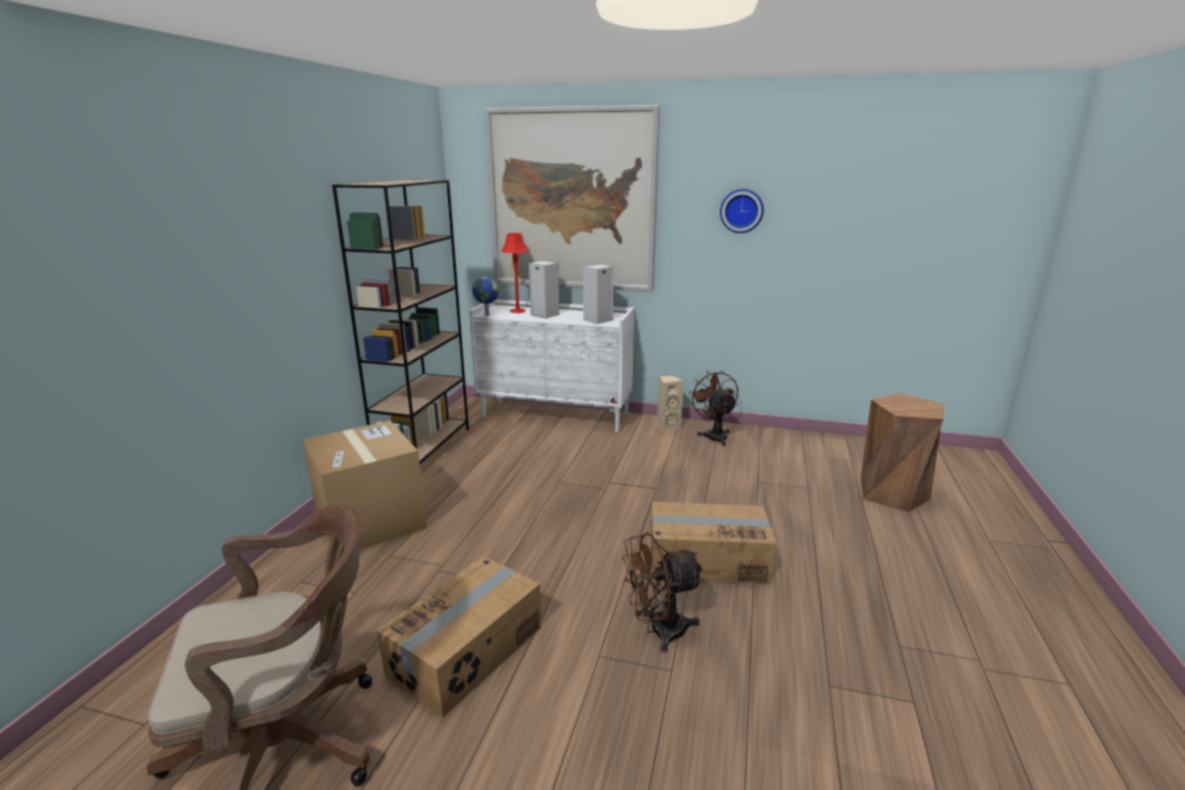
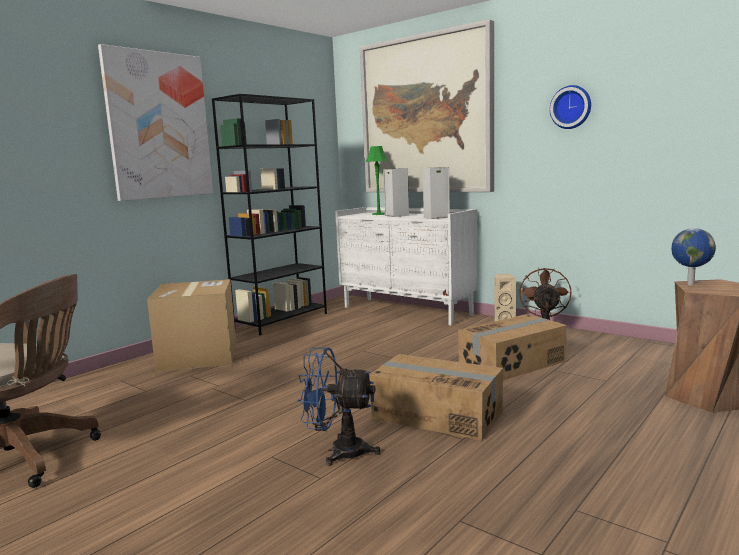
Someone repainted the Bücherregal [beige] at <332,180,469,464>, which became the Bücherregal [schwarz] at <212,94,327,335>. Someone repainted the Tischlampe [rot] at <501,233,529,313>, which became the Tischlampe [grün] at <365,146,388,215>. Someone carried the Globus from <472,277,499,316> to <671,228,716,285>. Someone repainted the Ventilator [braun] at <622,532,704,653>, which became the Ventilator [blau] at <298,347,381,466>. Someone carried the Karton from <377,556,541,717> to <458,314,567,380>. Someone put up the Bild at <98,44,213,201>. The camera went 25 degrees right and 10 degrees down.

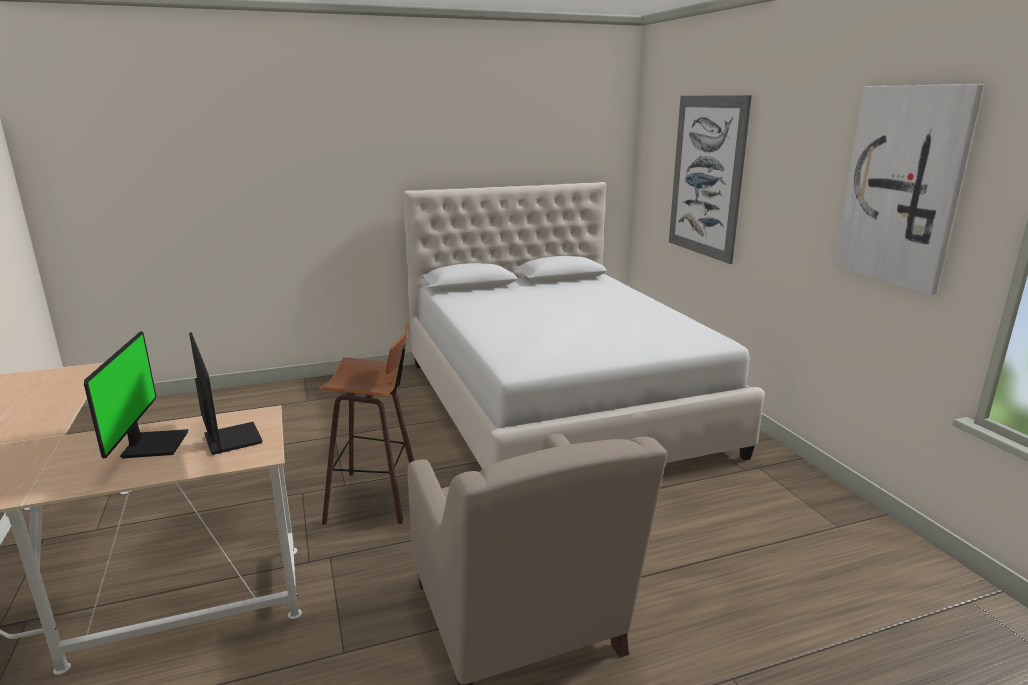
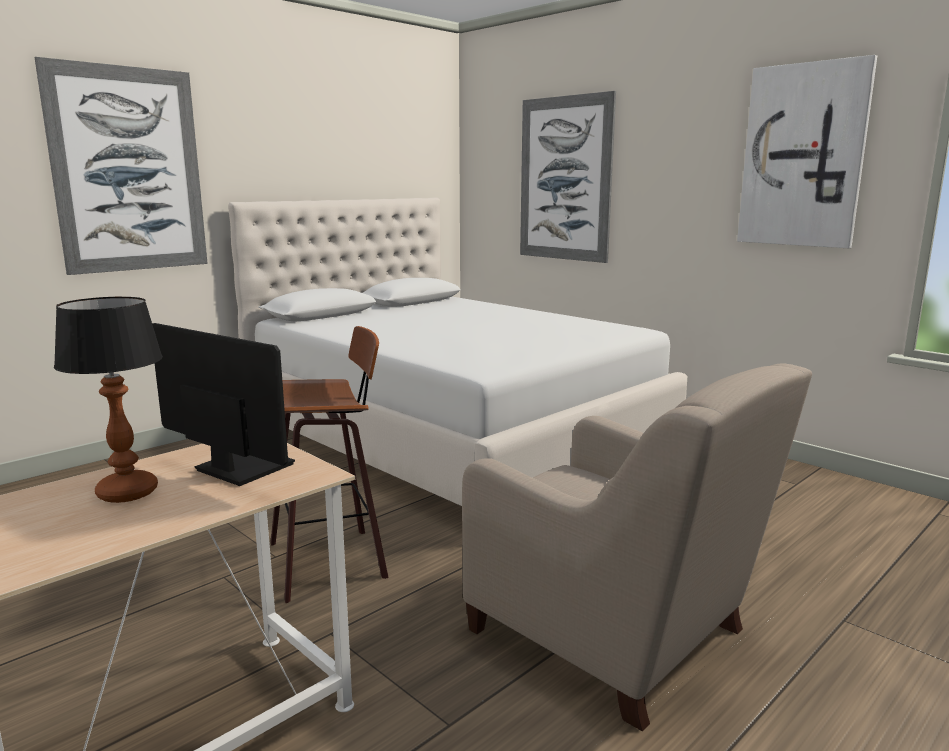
Someone swapped the Monitor at <84,332,189,458> for the Tischlampe at <54,297,163,503>. Someone put up the Bild at <34,57,208,275>. The camera went 25 degrees left and 5 degrees down.

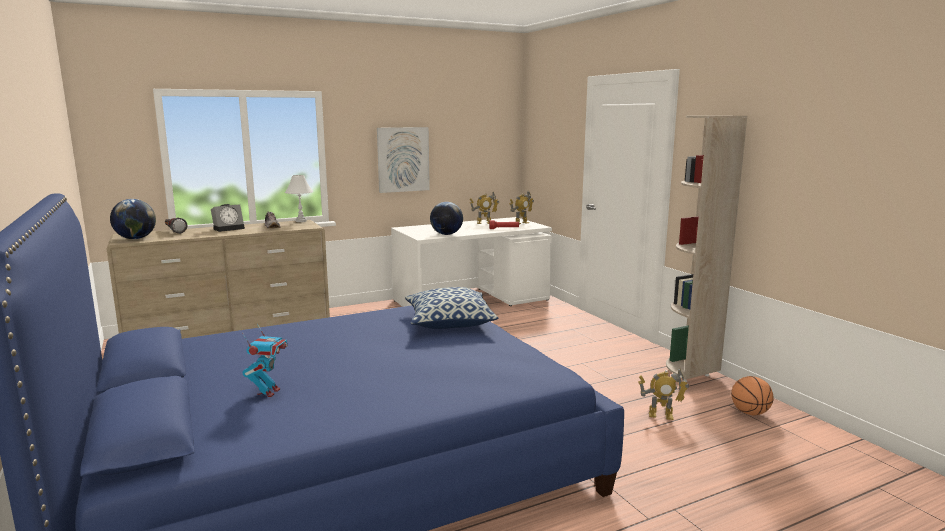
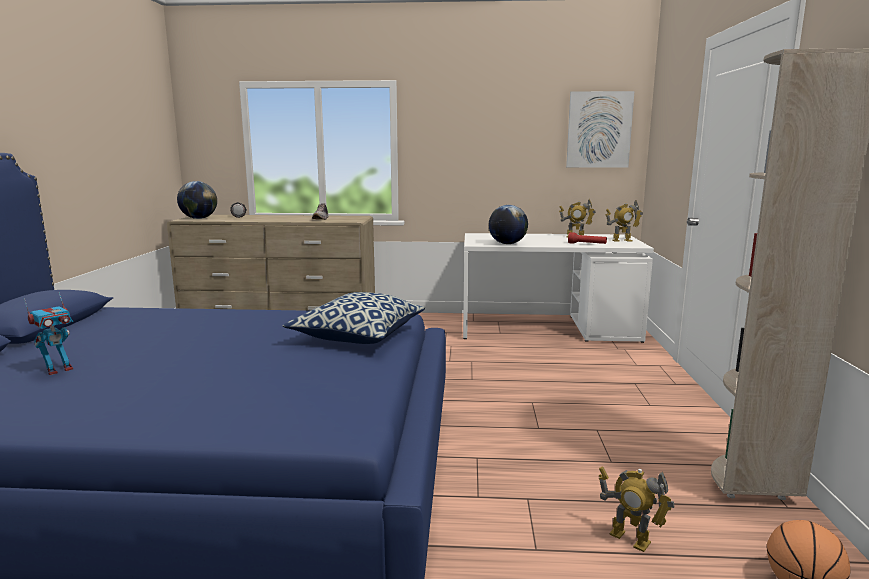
Someone carried the Bild from <377,127,430,193> to <566,91,634,168>. Someone took away the Tischlampe [weiß] at <285,175,314,222>. Someone took away the Wecker at <211,204,245,232>. The camera went 30 degrees right and 0 degrees up.

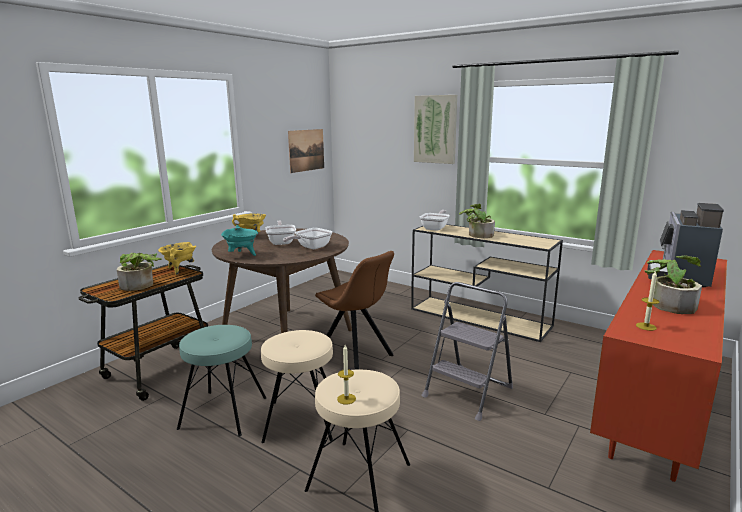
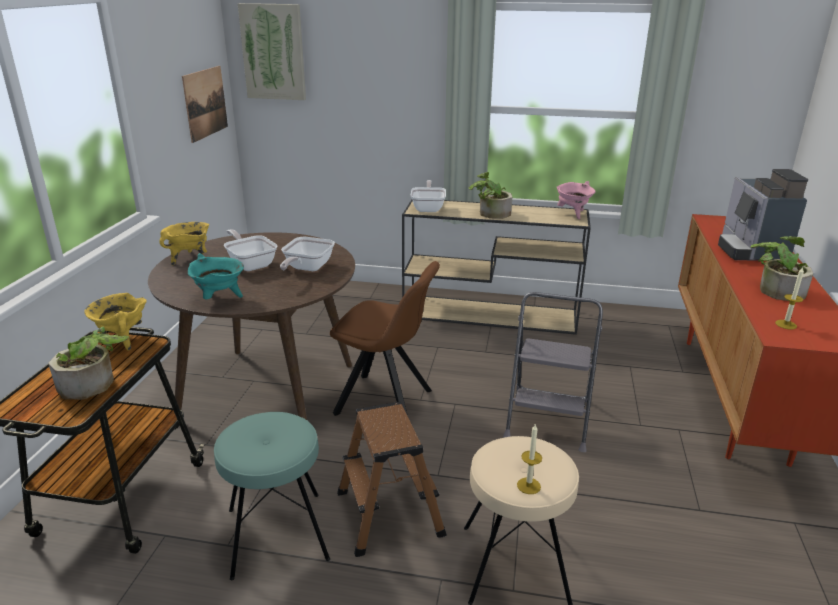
Someone carried the Bild from <414,95,457,164> to <238,3,306,100>. Someone swapped the Hocker [beige] at <261,330,333,443> for the Trittleiter [braun] at <337,401,447,557>. Someone put down the Kochtopf [rosa] at <557,181,596,219>. The camera went 25 degrees left and 10 degrees up.

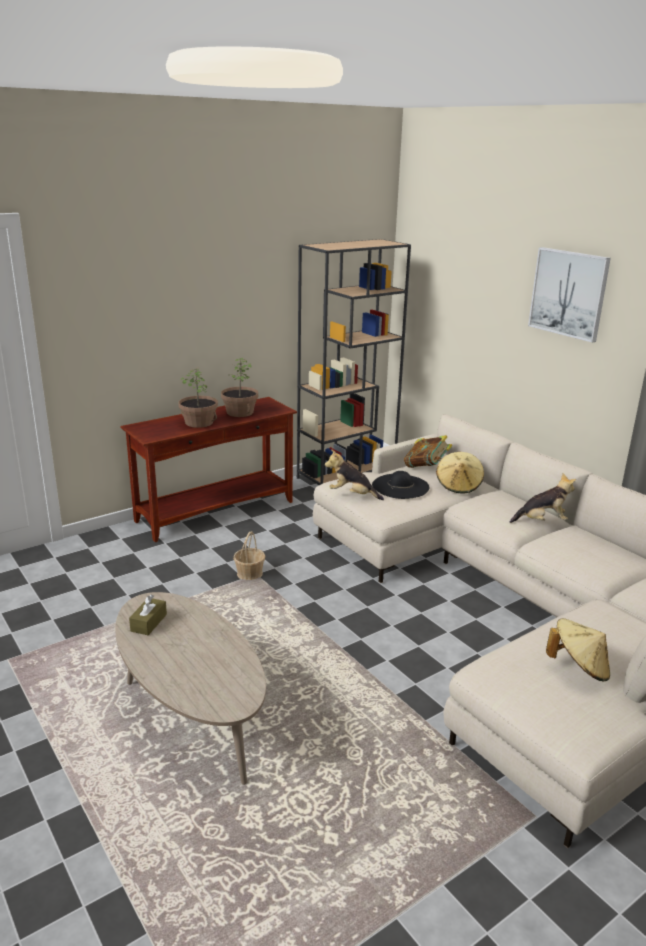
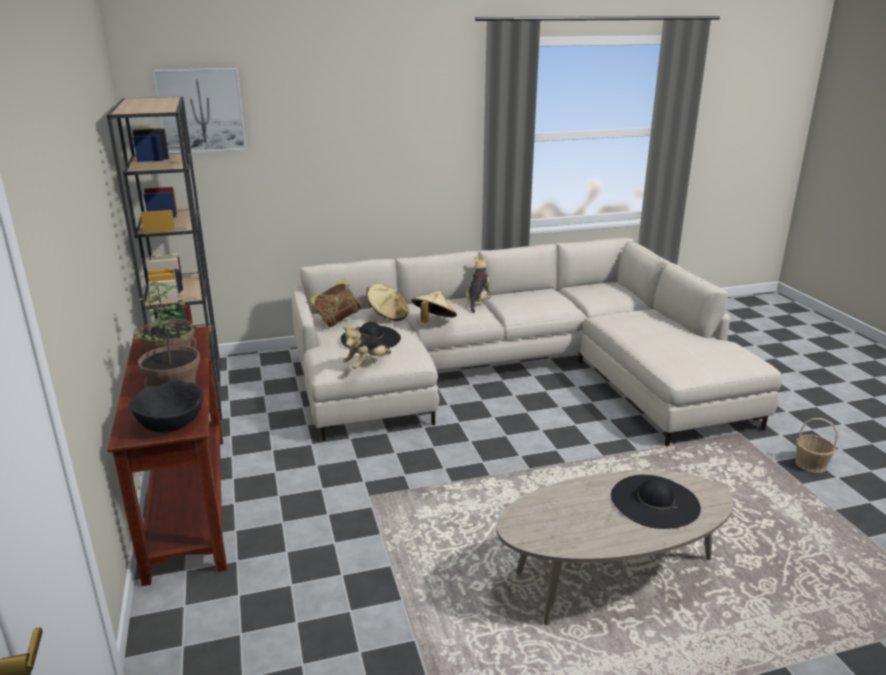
Someone carried the Bild from <528,247,611,343> to <153,68,247,154>. Someone carried the Korb from <233,531,265,580> to <795,418,838,473>. Someone took away the Taschentuchbox [braun] at <129,594,167,635>. Someone carried the Hut [beige] from <546,618,610,682> to <411,291,457,323>. Someone put down the Schüssel [schwarz] at <129,380,203,432>. Someone put down the Hut [schwarz] at <611,475,701,529>. The camera went 70 degrees left and 0 degrees up.

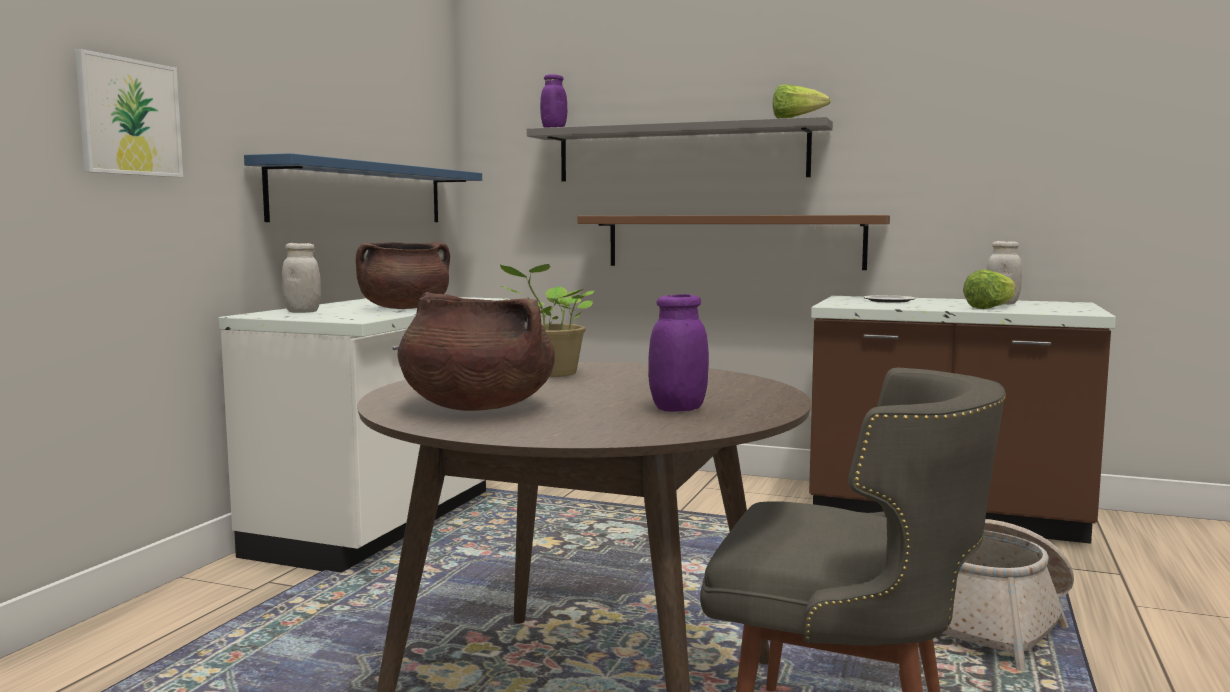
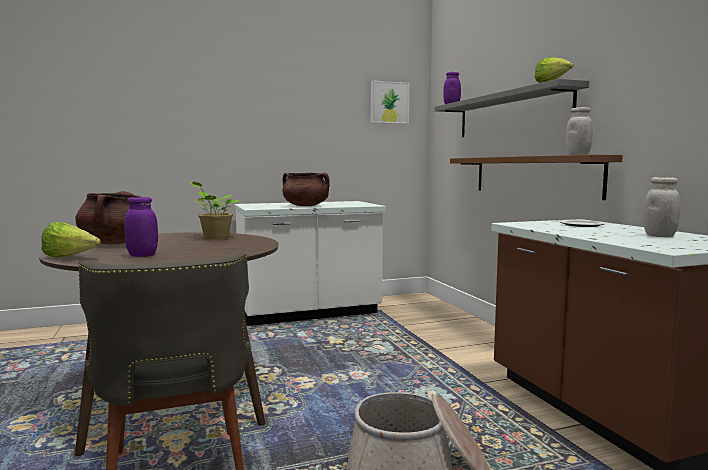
Someone carried the Bild from <75,49,183,177> to <371,80,409,124>. Someone took away the Wandregal [blau] at <244,153,482,222>. Someone carried the Vorratsglas [weiß] from <282,243,321,313> to <566,107,593,155>. Someone carried the Salatkopf from <963,269,1016,309> to <42,222,101,257>. The camera went 50 degrees right and 0 degrees up.

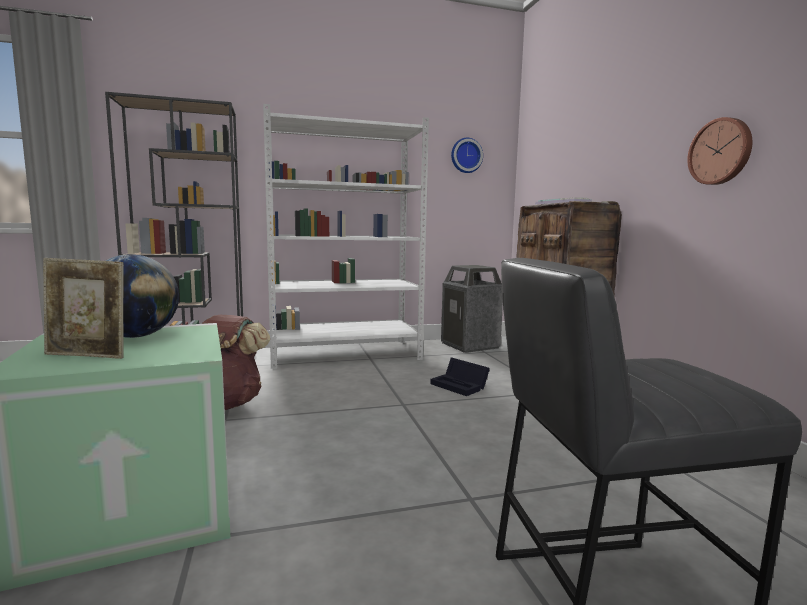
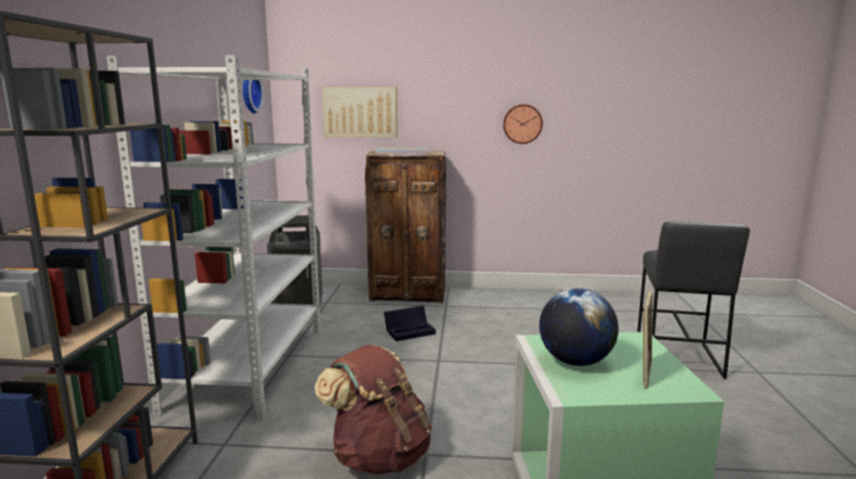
Someone put up the Bild at <322,87,397,138>. The camera went 70 degrees left and 5 degrees up.

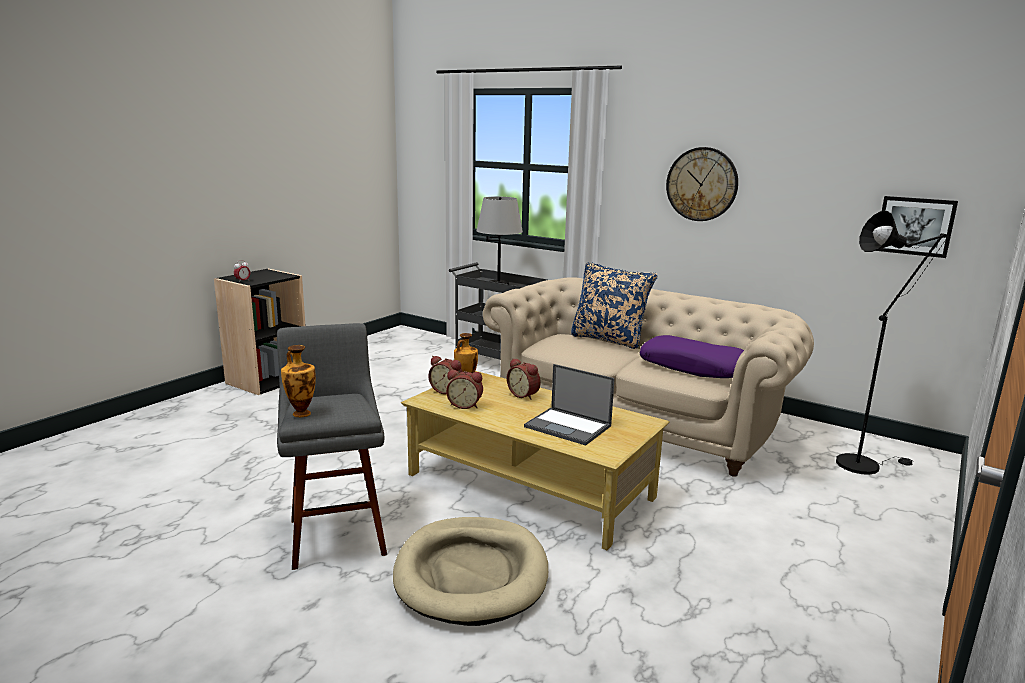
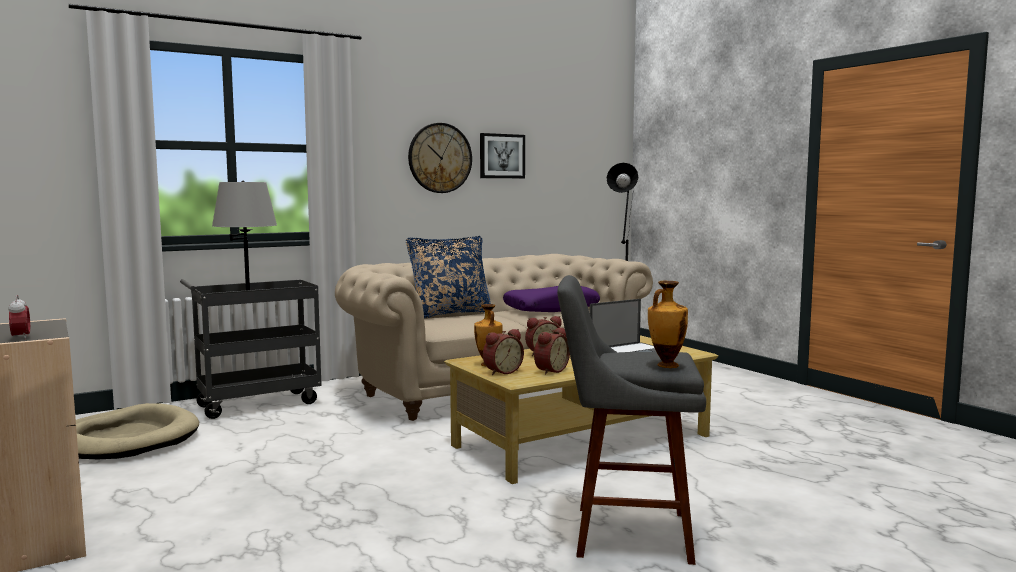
Someone carried the Bild from <876,196,958,258> to <480,133,525,178>. Someone carried the Hundebett [beige] from <393,517,548,626> to <76,403,199,459>. The camera went 65 degrees left and 10 degrees down.

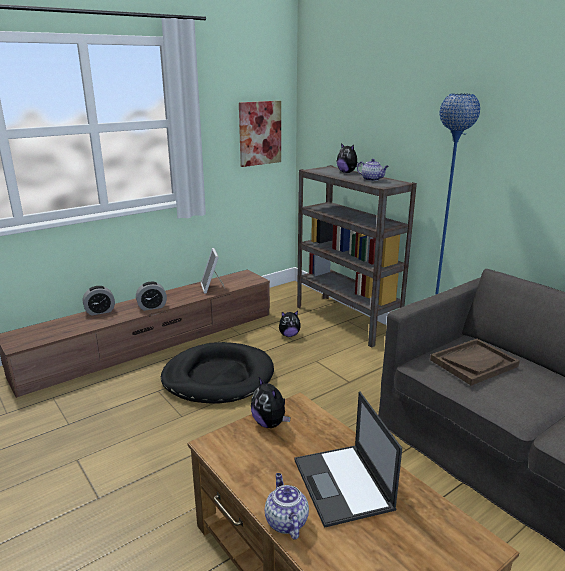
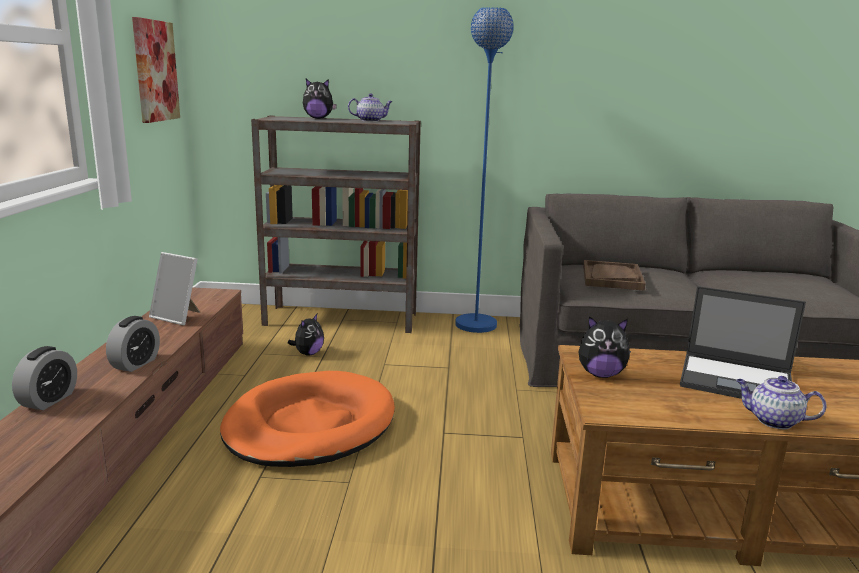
Someone repainted the Hundebett [schwarz] at <161,342,274,404>, which became the Hundebett [orange] at <220,371,395,467>. The camera went 50 degrees left and 5 degrees down.

